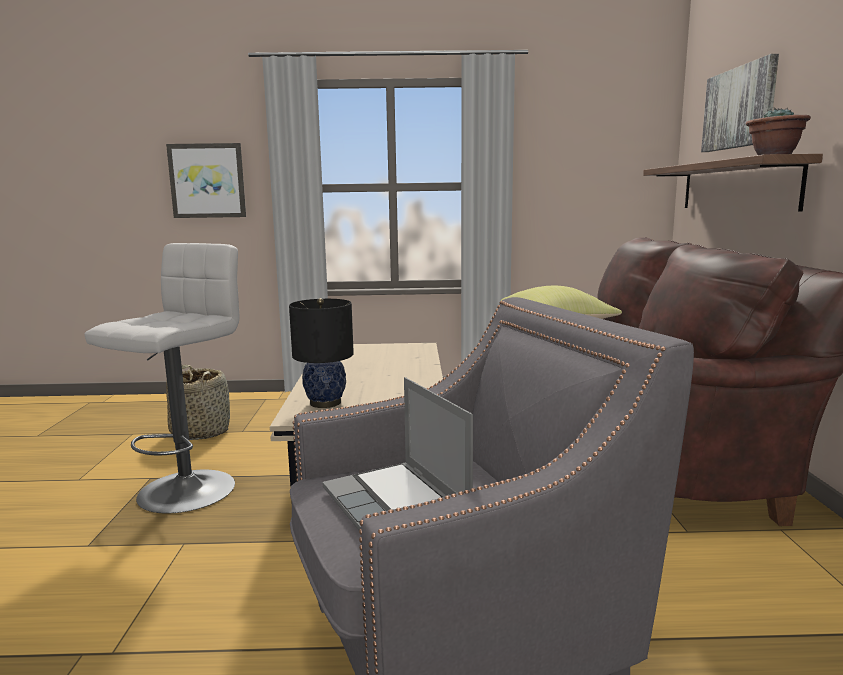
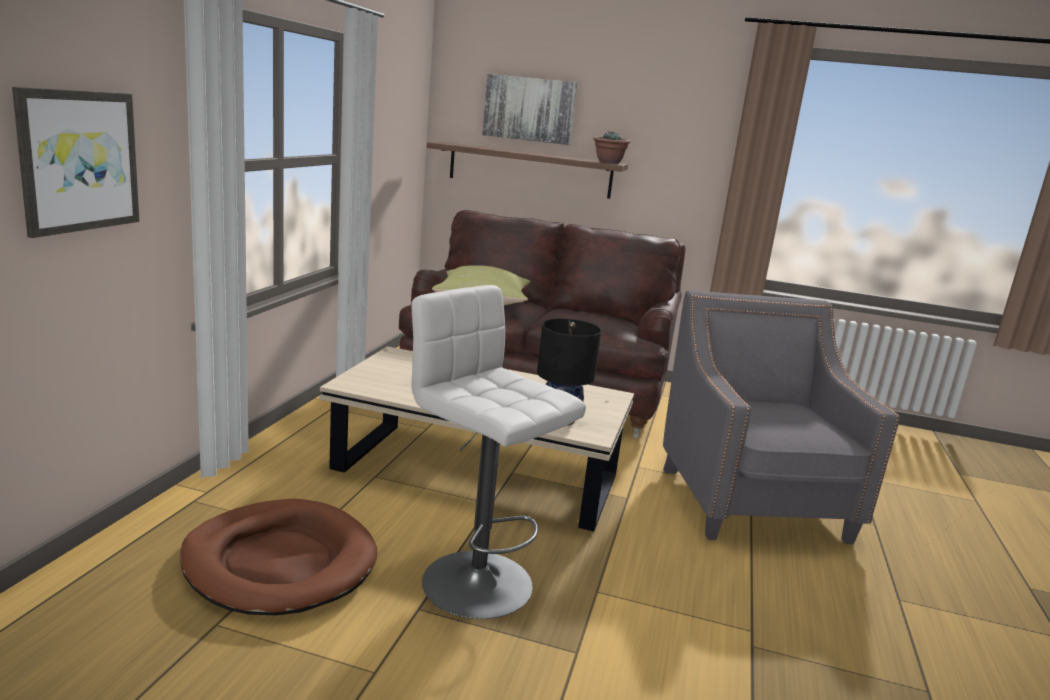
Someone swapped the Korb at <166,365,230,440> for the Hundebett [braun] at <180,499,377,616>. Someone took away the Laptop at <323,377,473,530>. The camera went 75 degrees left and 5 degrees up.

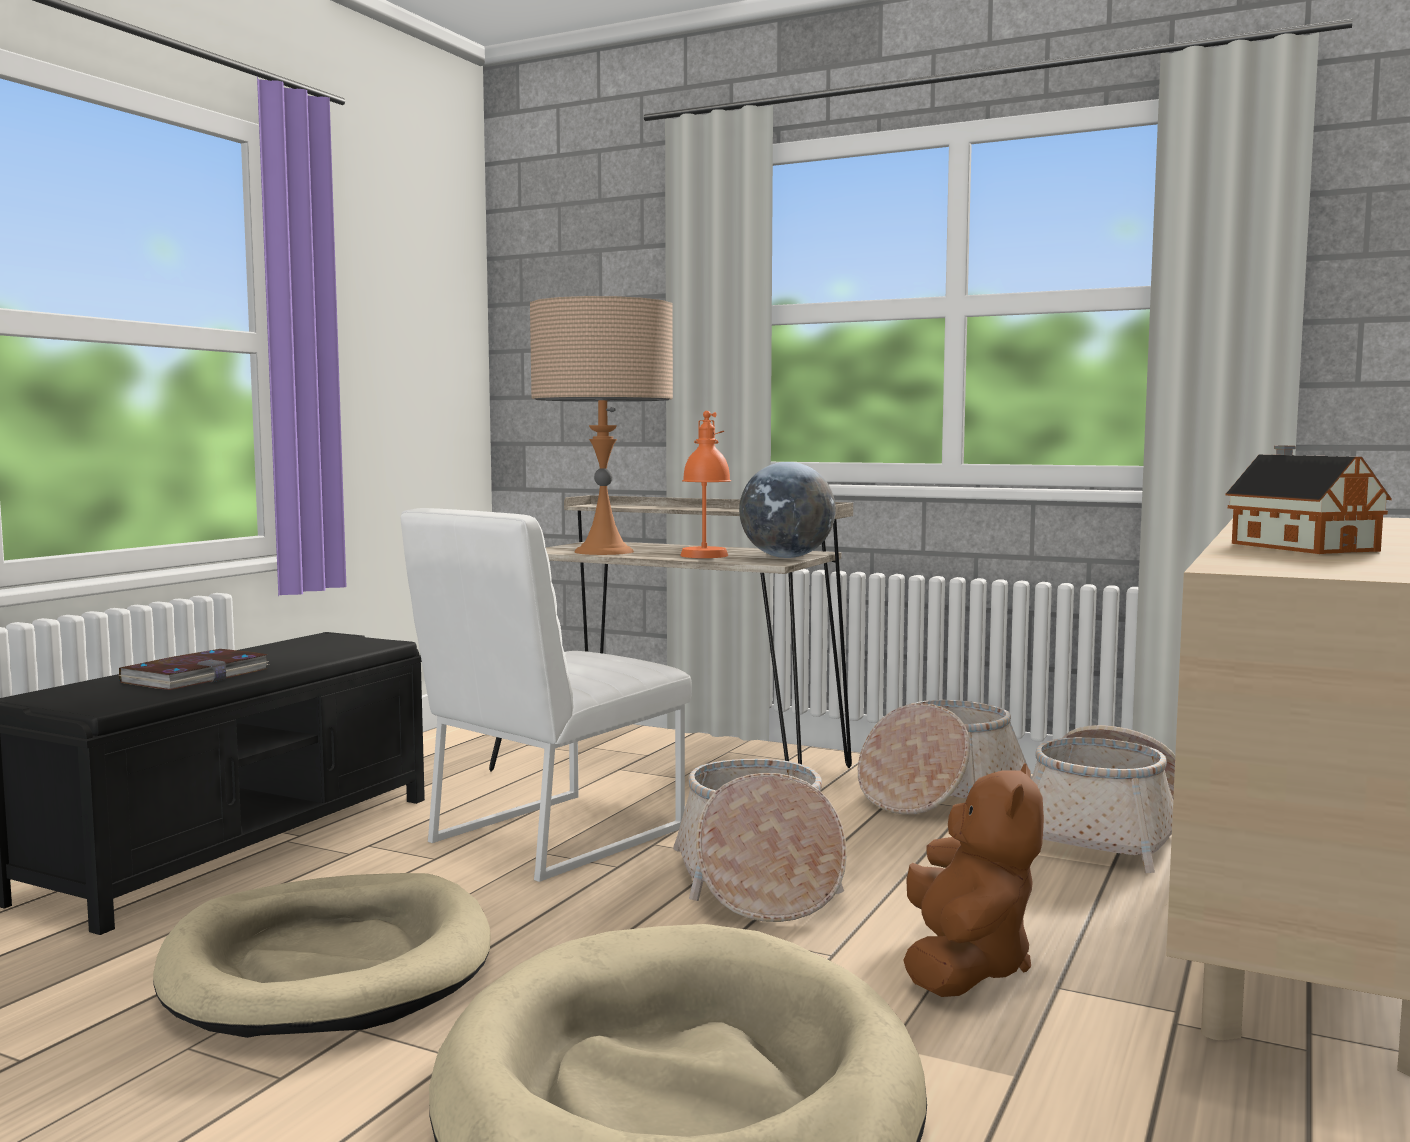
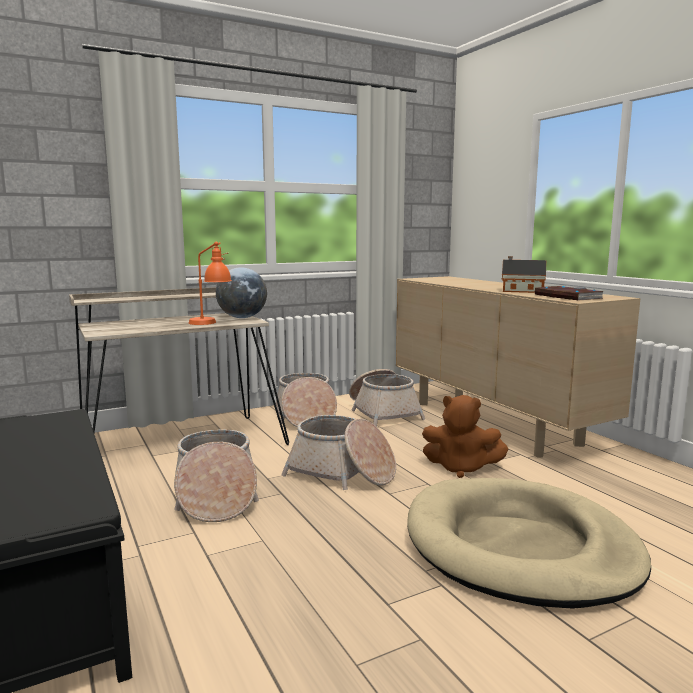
Someone took away the Tischlampe [beige] at <530,296,673,555>. Someone swapped the Stuhl [weiß] at <401,508,692,882> for the Korb at <174,430,259,522>. Someone carried the Buch from <118,649,268,690> to <535,286,603,301>. Someone rotated the Plüschtier [braun] at <903,763,1044,997> by 150 degrees clockwise. Someone took away the Hundebett [beige] at <153,873,491,1038>. The camera went 55 degrees left and 5 degrees up.

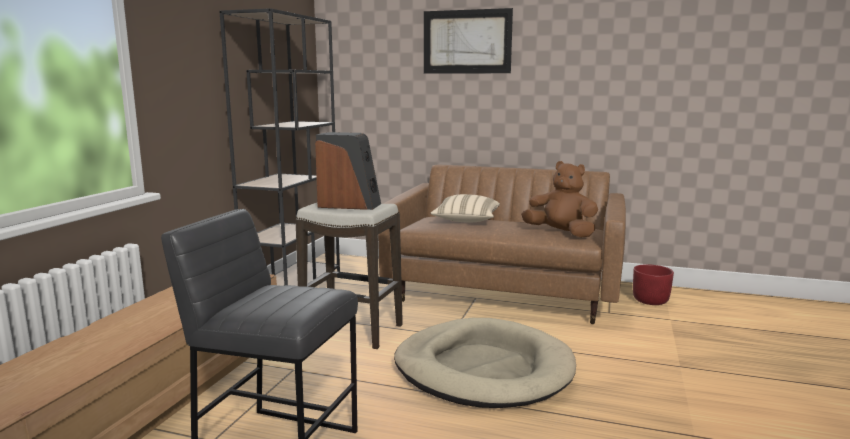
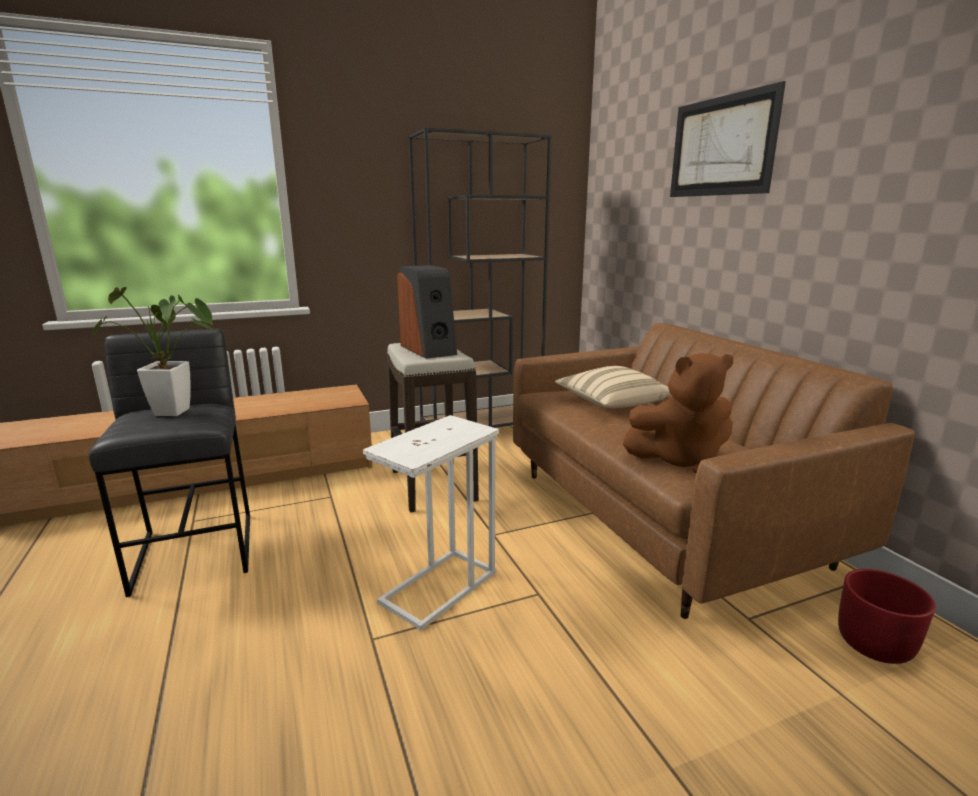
Someone rotated the Plüschtier [braun] at <521,161,598,237> by 90 degrees clockwise. Someone swapped the Hundebett [beige] at <394,318,576,408> for the Beistelltisch [weiß] at <363,415,499,631>. Someone put down the Topfpflanze at <92,287,215,416>. The camera went 50 degrees right and 5 degrees up.

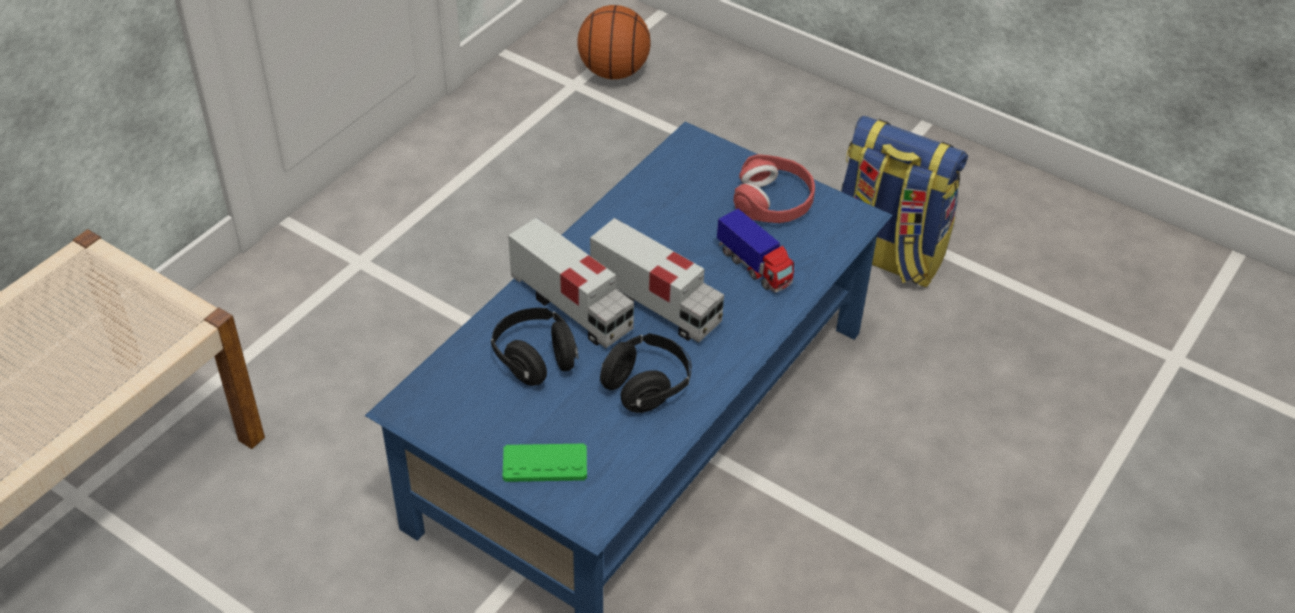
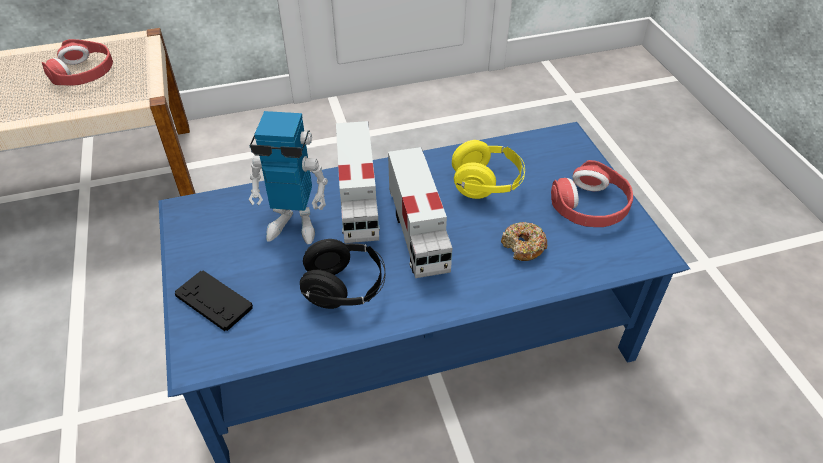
Someone took away the Basketball at <577,5,651,79>. Someone took away the Rucksack at <841,116,968,288>. Someone swapped the Spielzeuglaster at <717,209,794,293> for the Donut at <501,222,547,261>. Someone swapped the Kopfhörer [schwarz] at <491,308,579,386> for the Spielzeugroboter at <248,111,328,244>. Someone repainted the Gamepad [grün] at <503,444,587,482>, which became the Gamepad [schwarz] at <175,270,253,331>. Someone put down the Kopfhörer [rot] at <42,39,113,86>. Someone put down the Kopfhörer [gelb] at <452,140,525,199>. The camera went 40 degrees right and 0 degrees up.

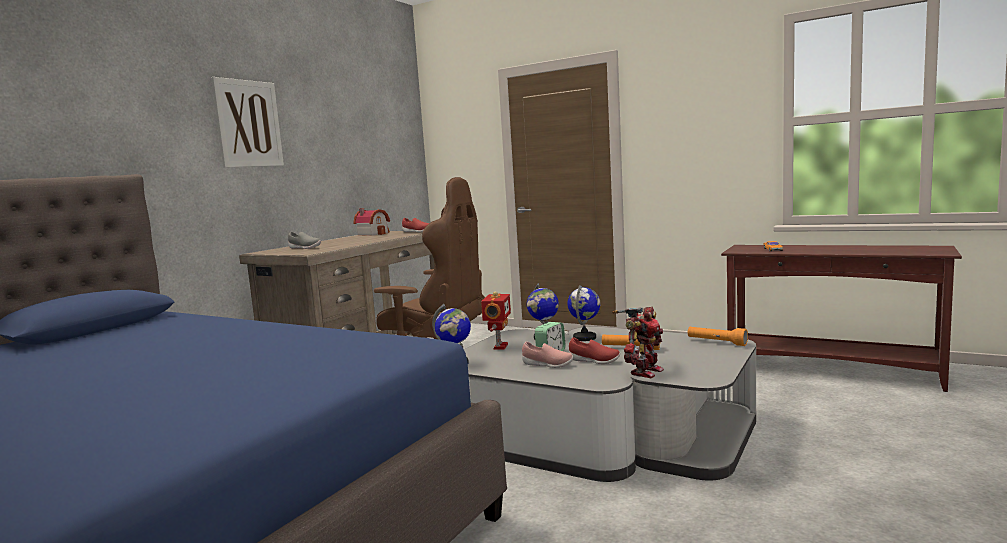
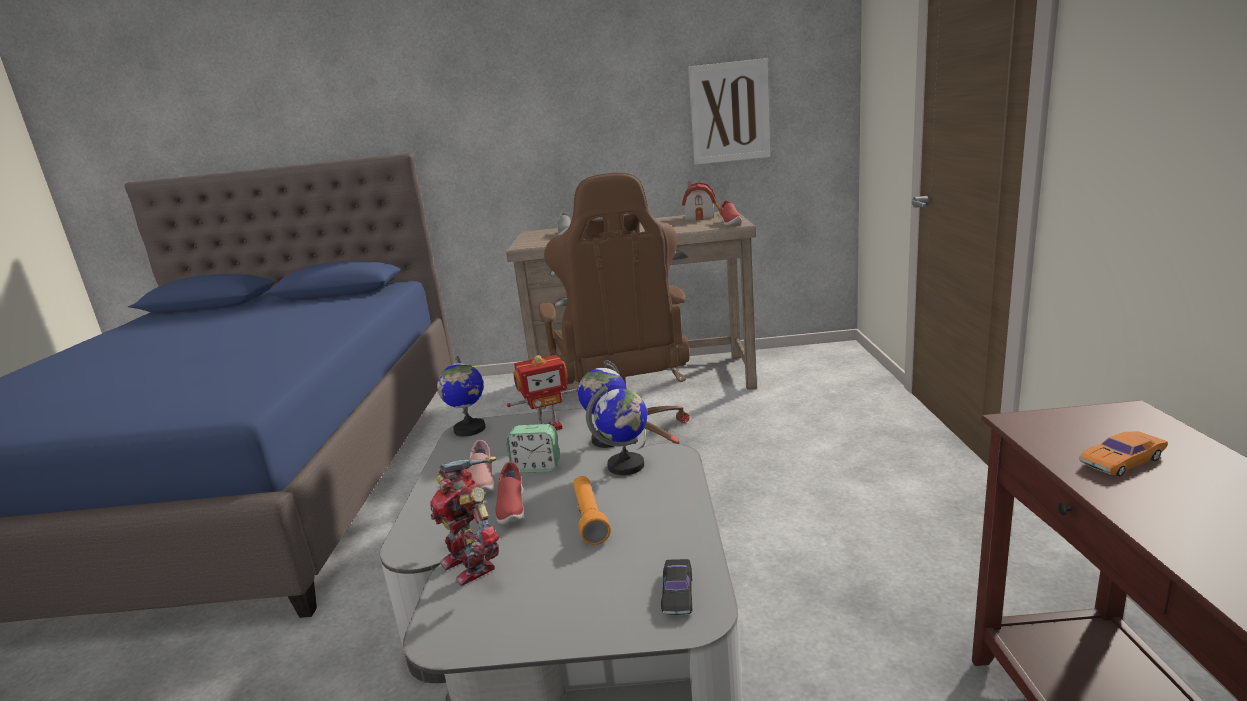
Someone carried the Bild from <211,77,284,168> to <688,58,770,165>. Someone rotated the Spielzeugroboter at <612,307,664,378> by 45 degrees clockwise. Someone swapped the Taschenlampe [orange] at <688,327,748,346> for the Spielzeugauto [schwarz] at <661,559,693,615>. The camera went 60 degrees right and 10 degrees up.

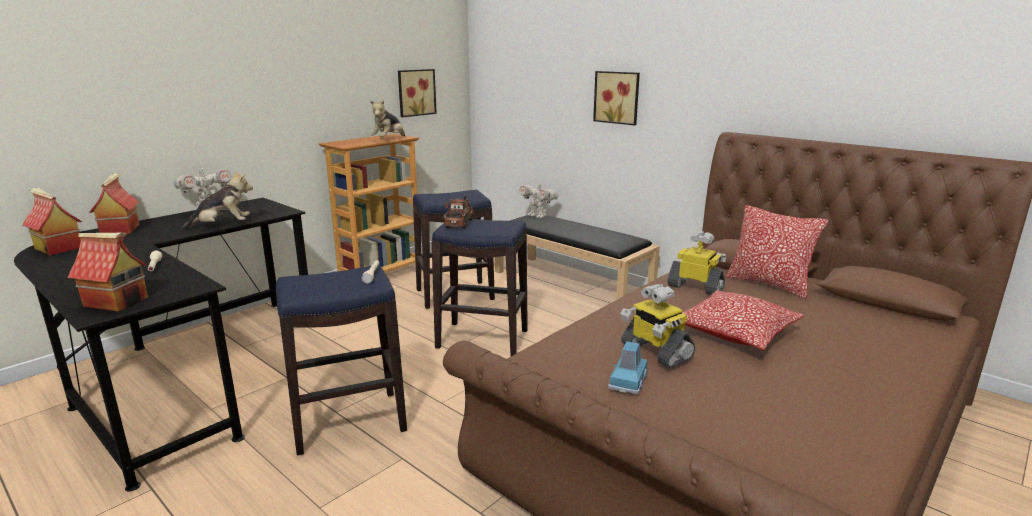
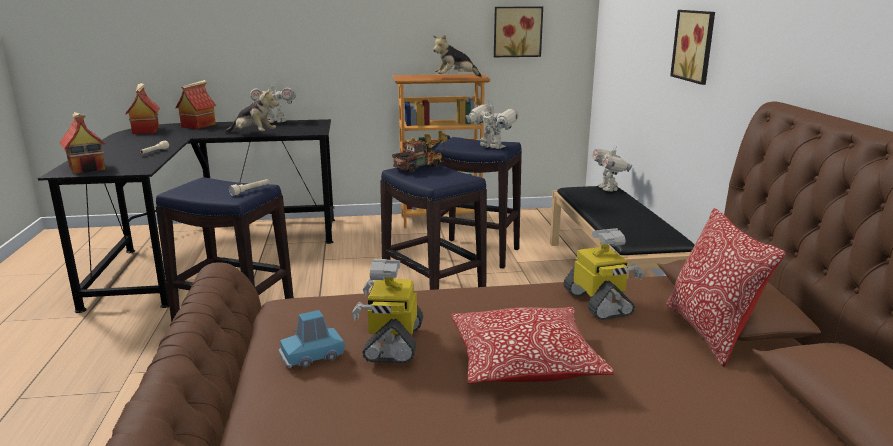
Someone put down the Spielzeugroboter at <466,101,518,149>. The camera went 40 degrees right and 0 degrees up.

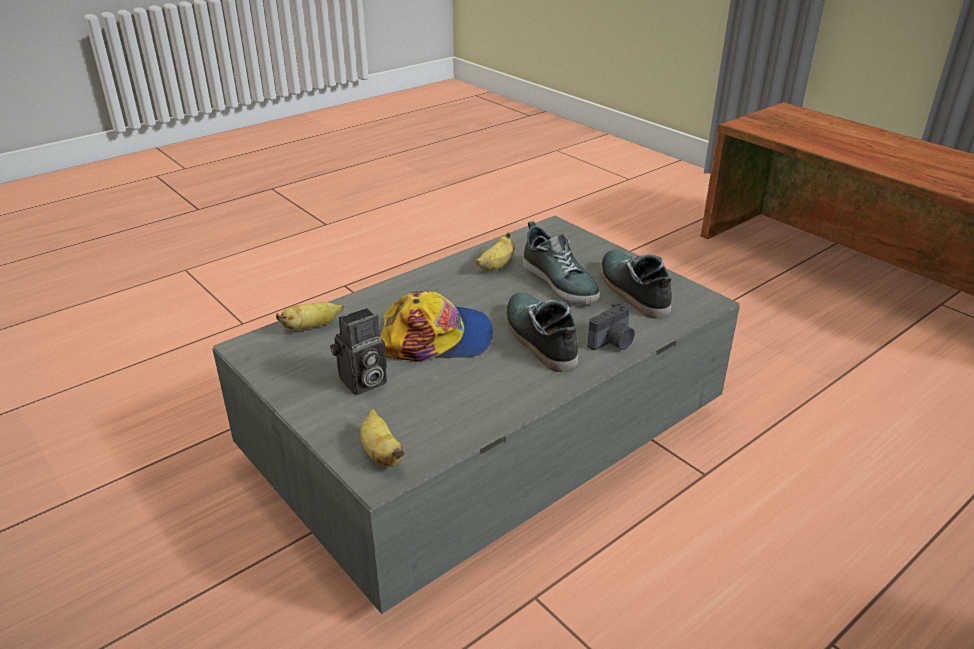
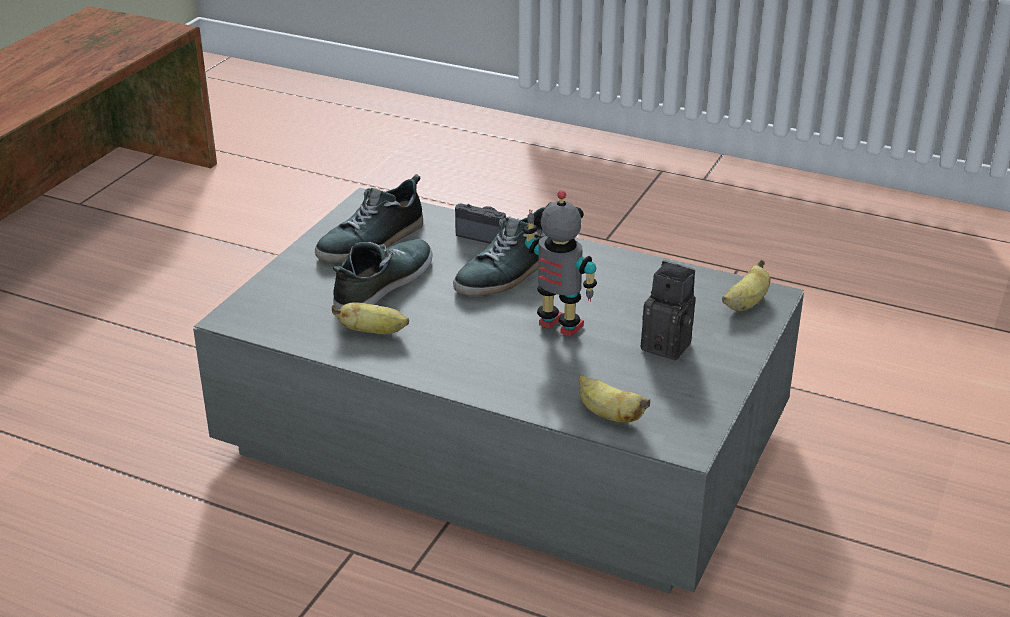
Someone swapped the Kappe at <381,290,493,362> for the Spielzeugroboter at <523,190,597,337>. The camera went 115 degrees left and 0 degrees up.

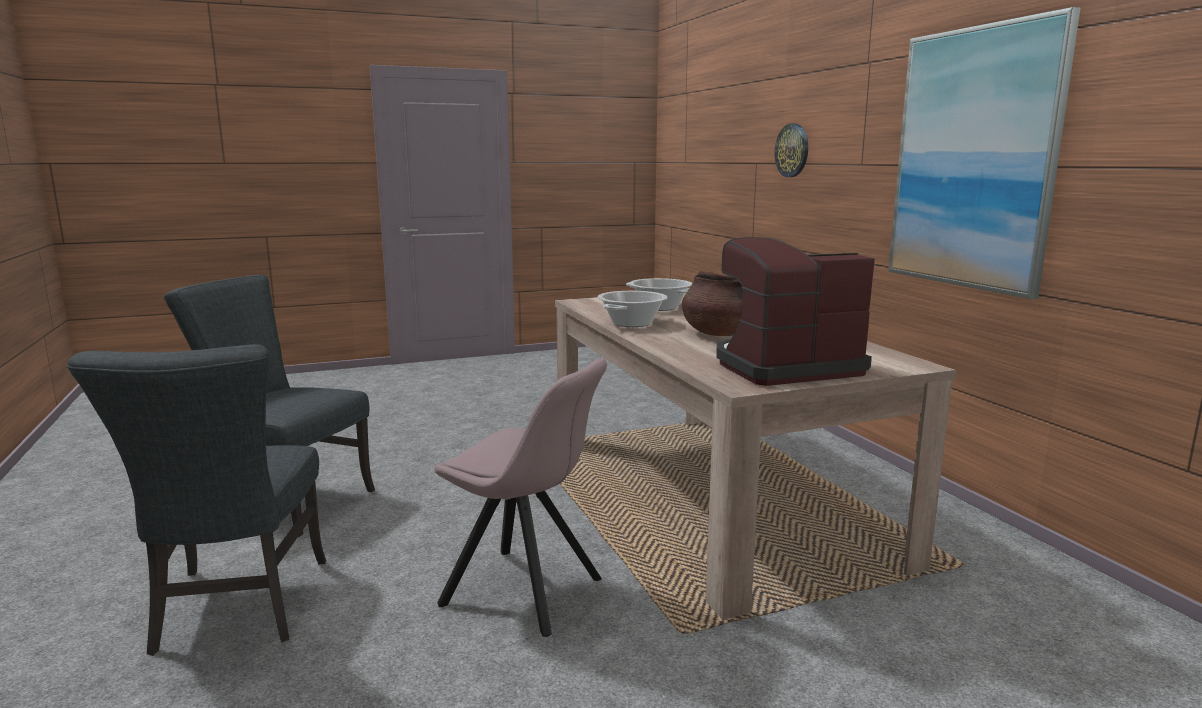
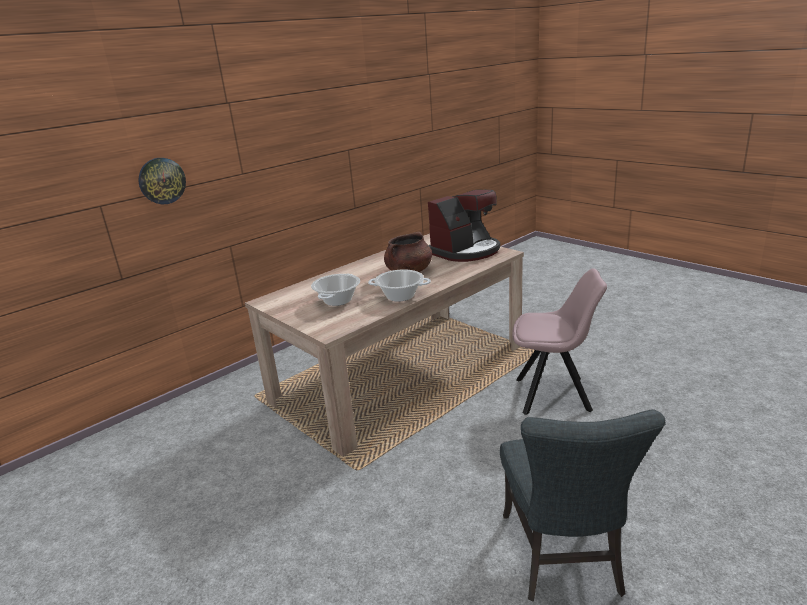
Someone took away the Bild at <888,7,1080,299>. Someone rotated the Kaffeemaschine at <716,237,875,386> by 90 degrees counterclockwise. Someone took away the Stuhl [grau] at <67,344,326,656>. Someone rotated the Stuhl [rosa] at <435,358,607,637> by 90 degrees clockwise. The camera went 110 degrees left and 10 degrees up.

